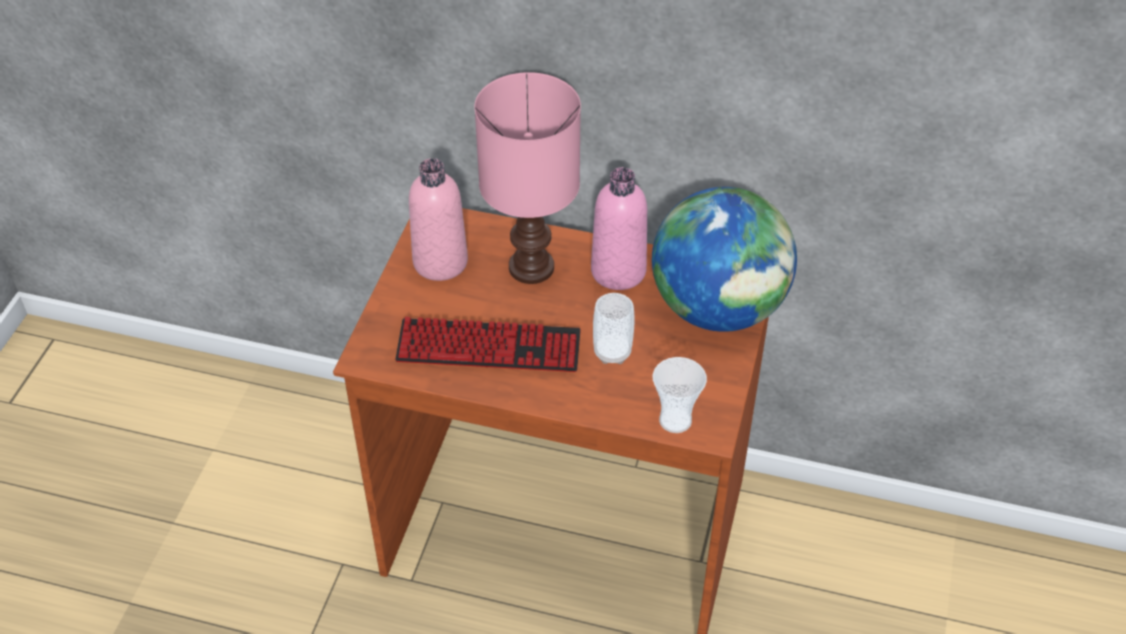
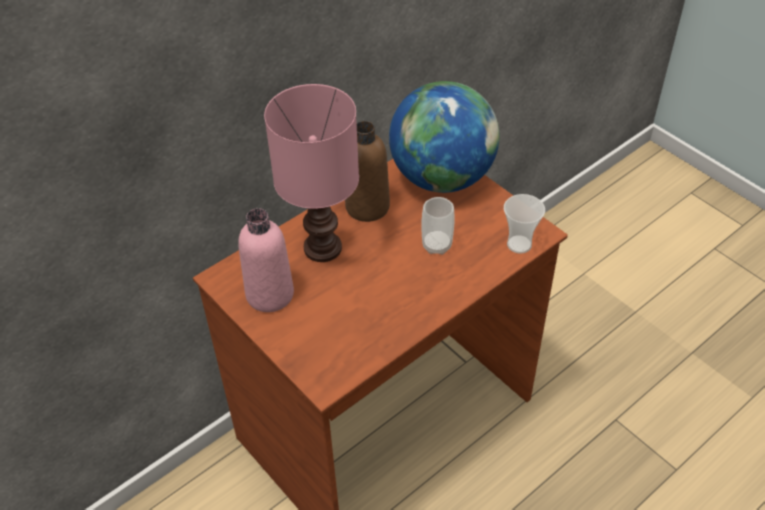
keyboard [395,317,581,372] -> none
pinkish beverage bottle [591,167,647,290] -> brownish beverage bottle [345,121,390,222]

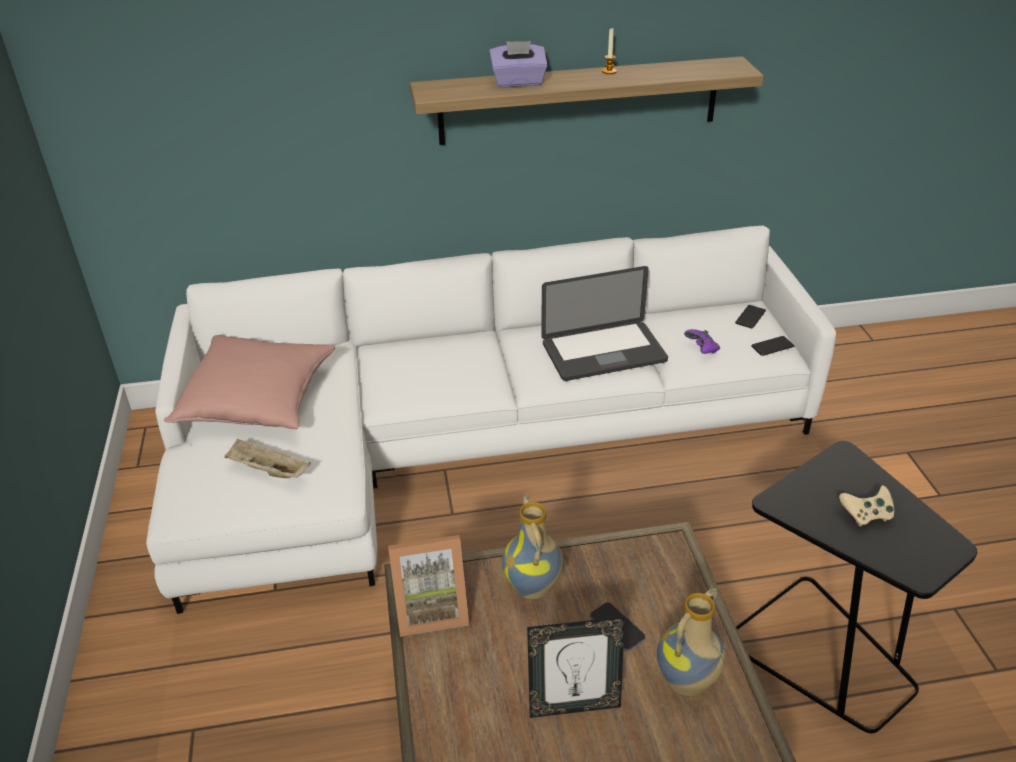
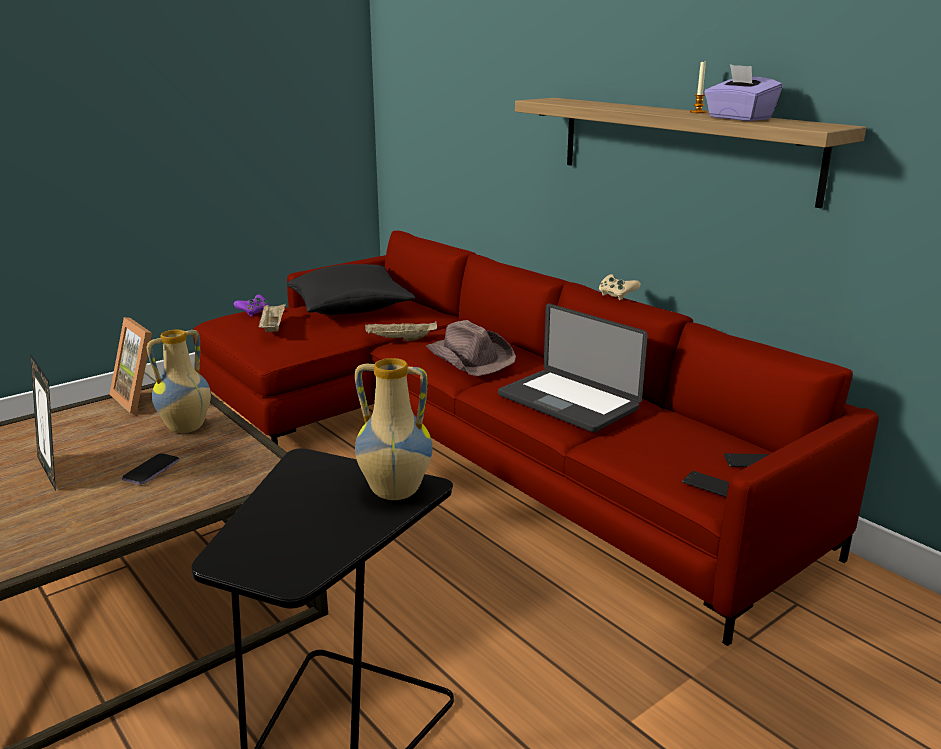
whitish settee [146,226,836,614] -> reddish settee [193,231,879,646]
pinkish cushion [164,335,335,429] -> black cushion [286,264,415,315]
purple tissue box [489,41,548,87] -> purple tissue box [705,64,782,121], relocated
vase [657,588,725,696] -> vase [355,358,432,500], relocated
purple joypad [684,329,720,354] -> purple joypad [234,295,269,317], relocated
beige joypad [839,485,894,526] -> beige joypad [599,274,641,300], relocated
none -> beige tray [365,322,437,341]
none -> brownish wearable hat [426,320,516,376]

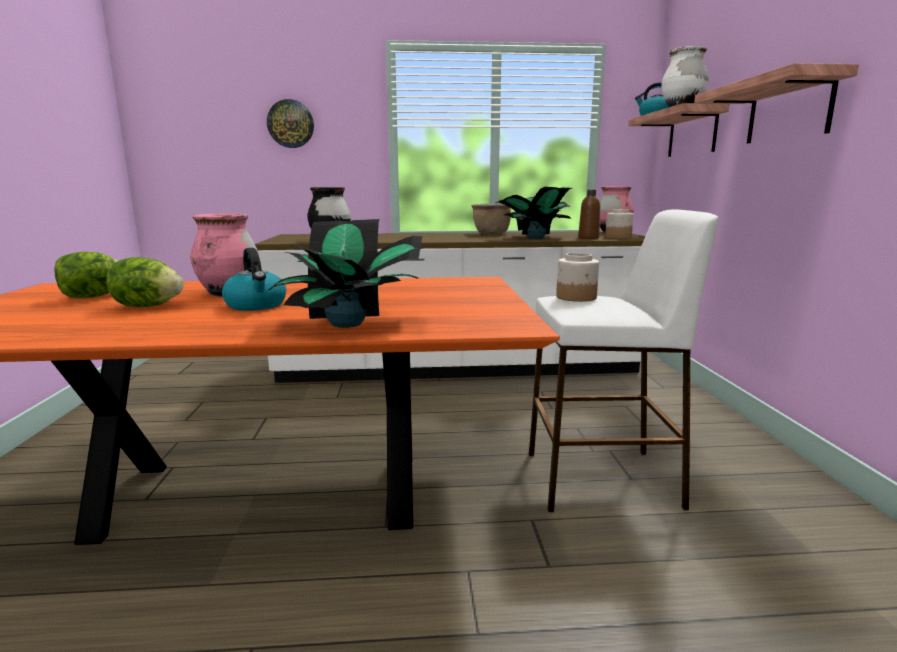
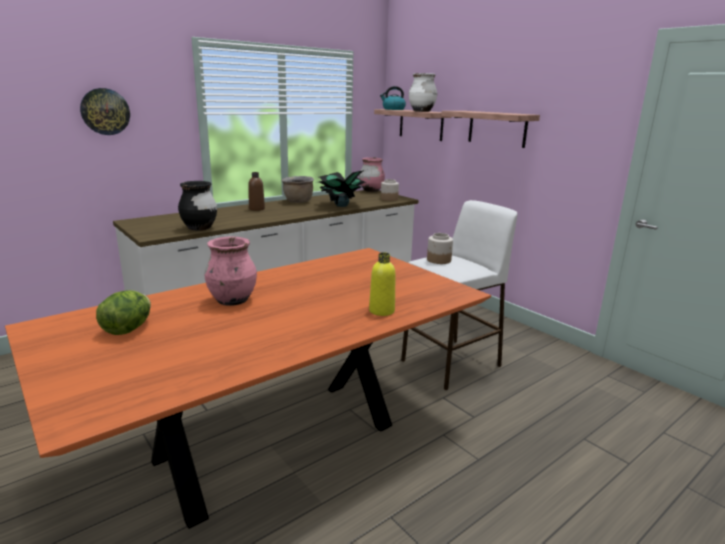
head of lettuce [106,257,184,307] -> none
tea kettle [222,248,286,311] -> none
plant in a pot [267,219,422,328] -> yellow-coloured beverage bottle [369,252,396,316]
brownish beverage bottle [578,190,600,239] -> brownish beverage bottle [248,172,265,211], relocated

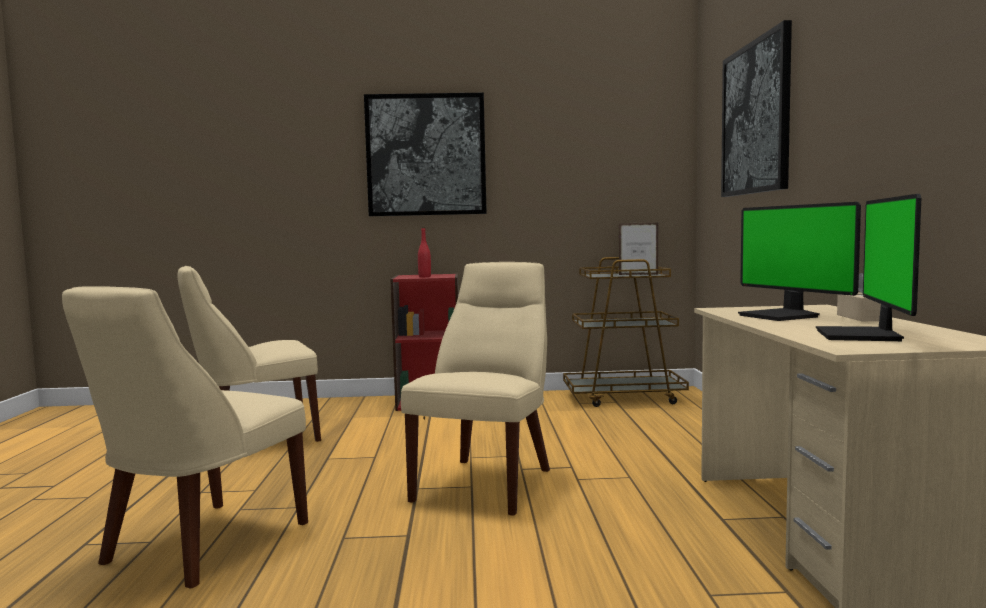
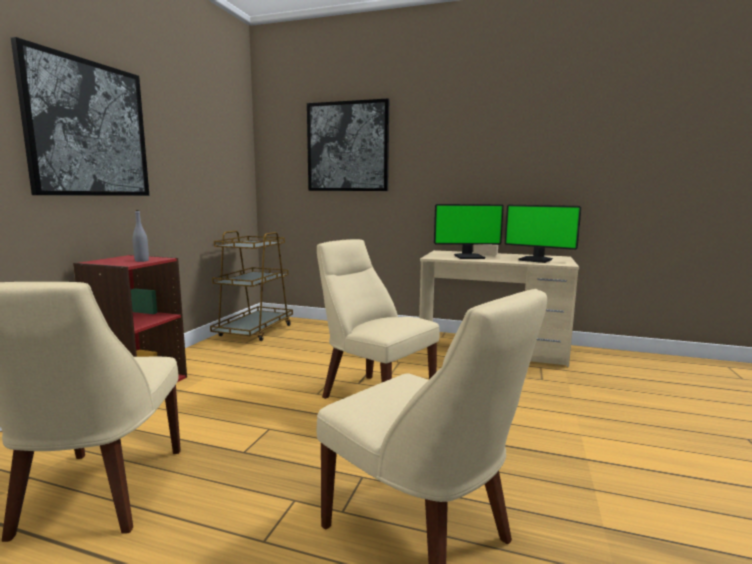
reddish beverage bottle [418,227,431,277] -> gray beverage bottle [132,210,149,262]
picture frame [619,222,658,275] -> none

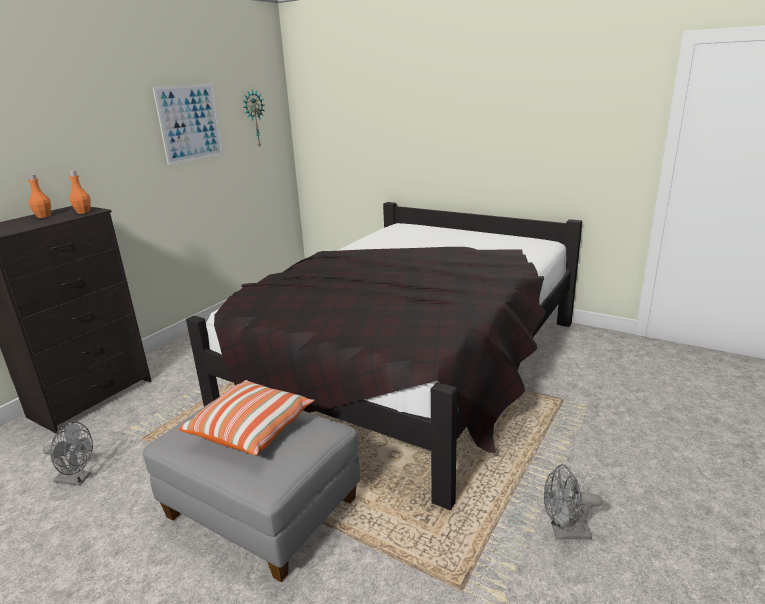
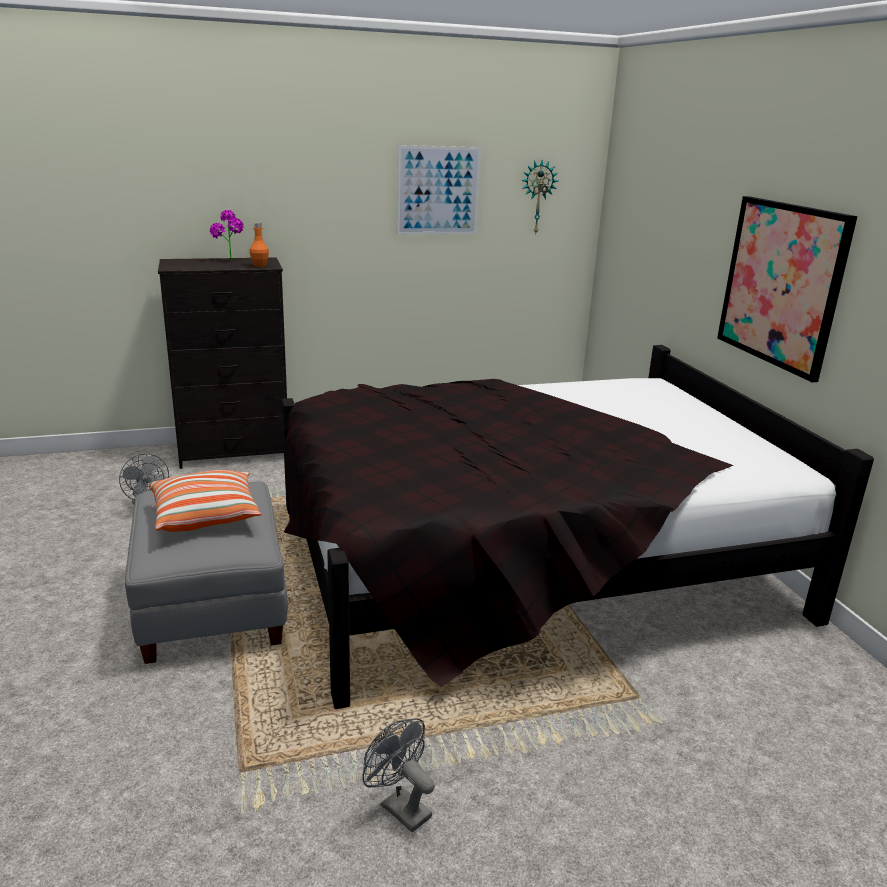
orange-coloured beverage bottle [28,174,51,218] -> plant in a pot [210,210,244,261]
none -> wall art [717,196,857,382]

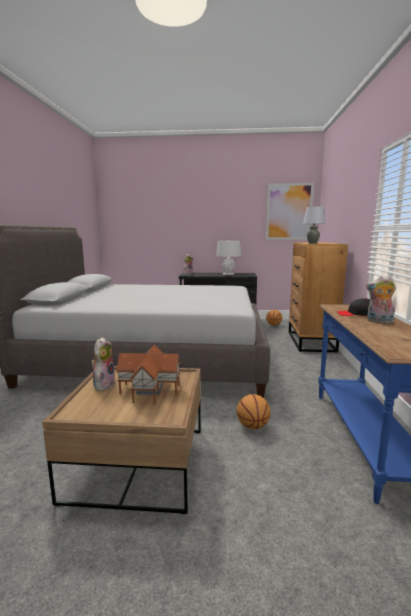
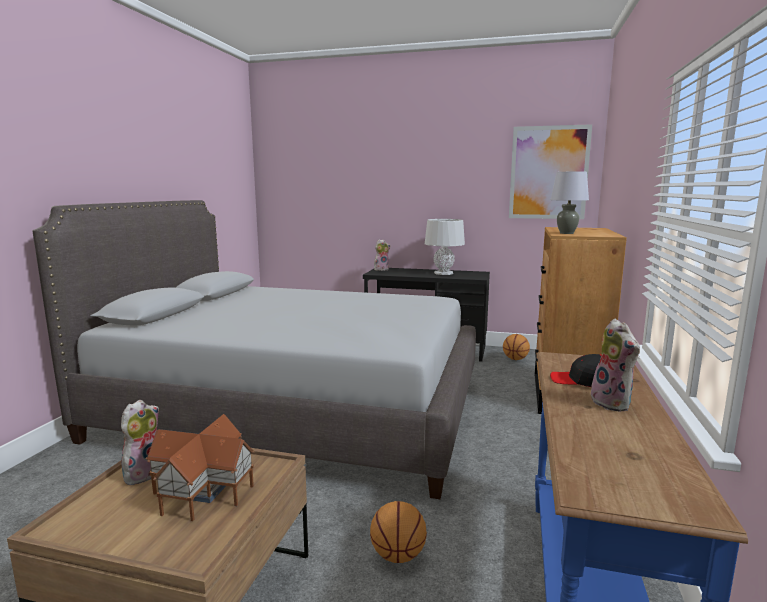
cuddly toy [366,275,396,324] -> cuddly toy [591,319,640,412], 135 degrees counterclockwise

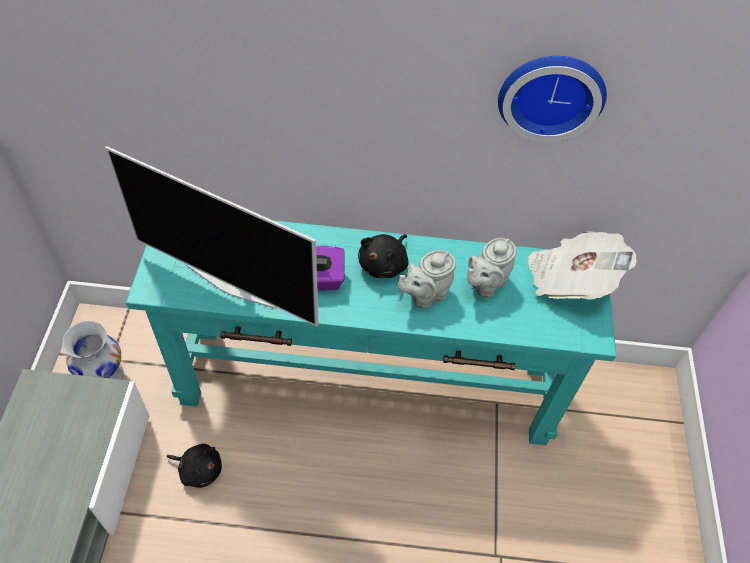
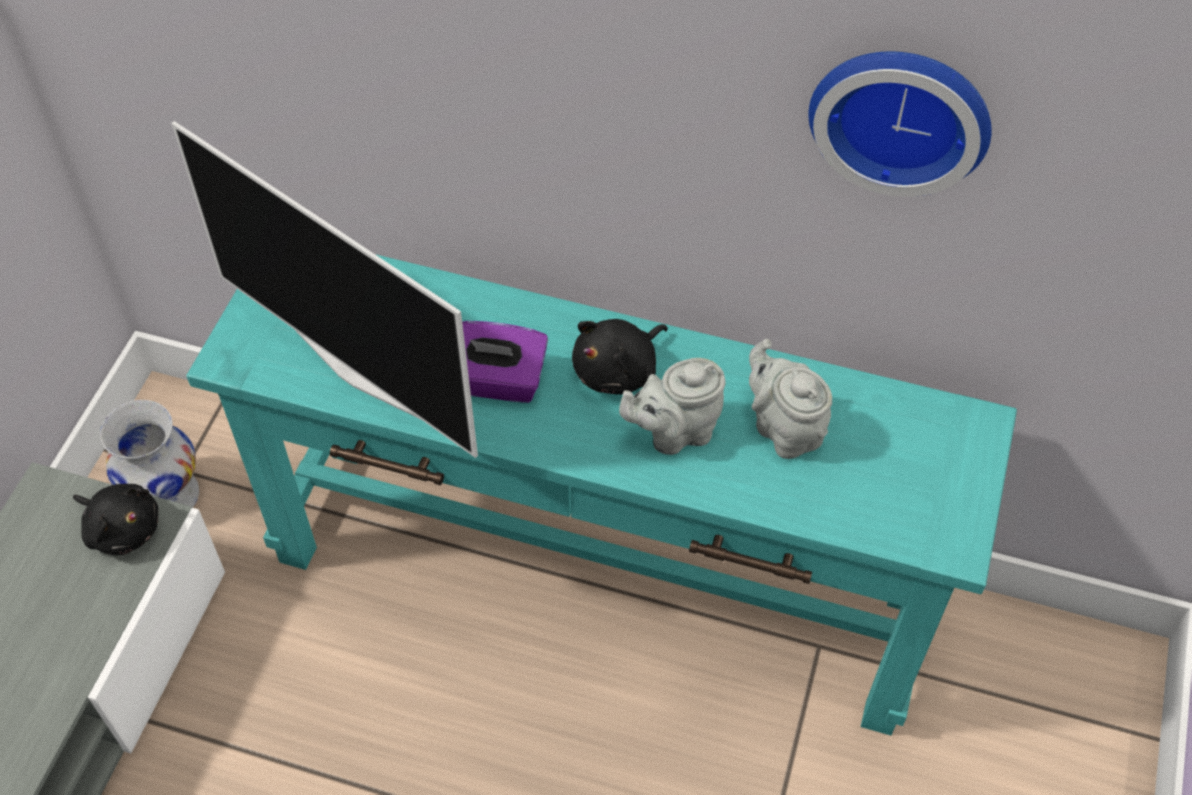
black cuddly toy [167,444,222,488] -> black cuddly toy [73,484,158,555], relocated
gray tea pot [467,238,517,298] -> gray tea pot [749,339,832,459], 90 degrees clockwise
newspaper [528,231,637,300] -> none

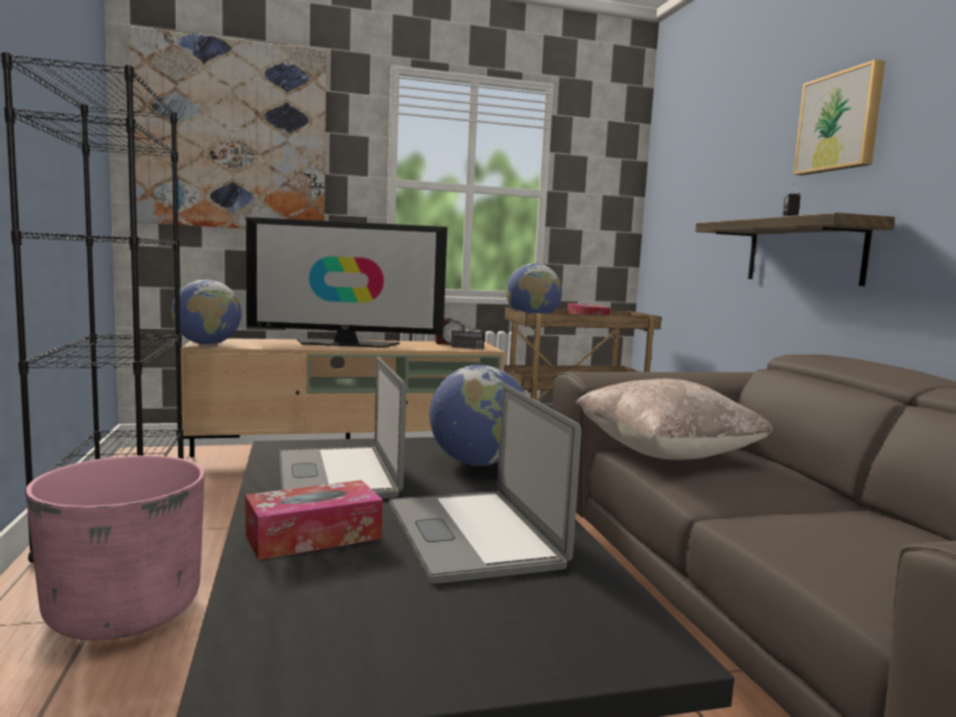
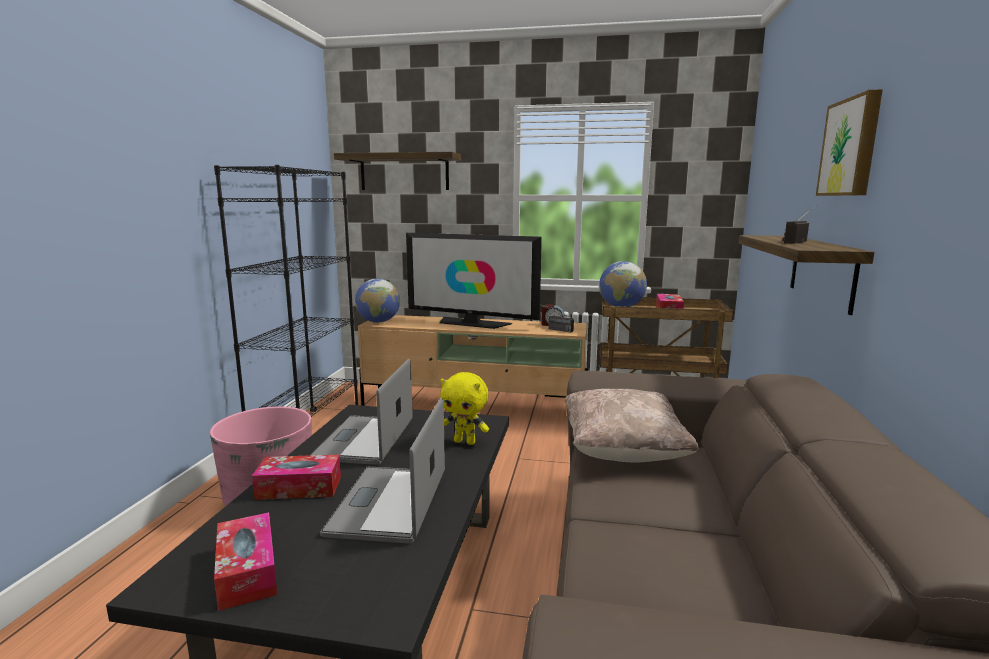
wall art [129,27,326,229] -> wall shelf [334,152,461,190]
globe [430,365,525,466] -> yellow-coloured cuddly toy [440,372,489,445]
none -> tissue box [214,512,277,611]

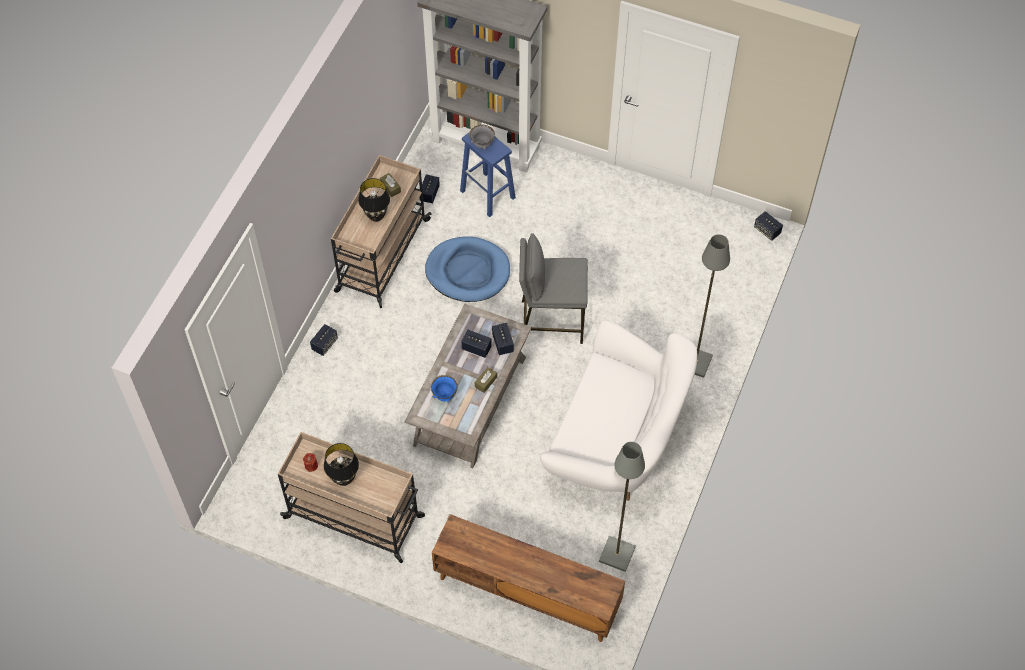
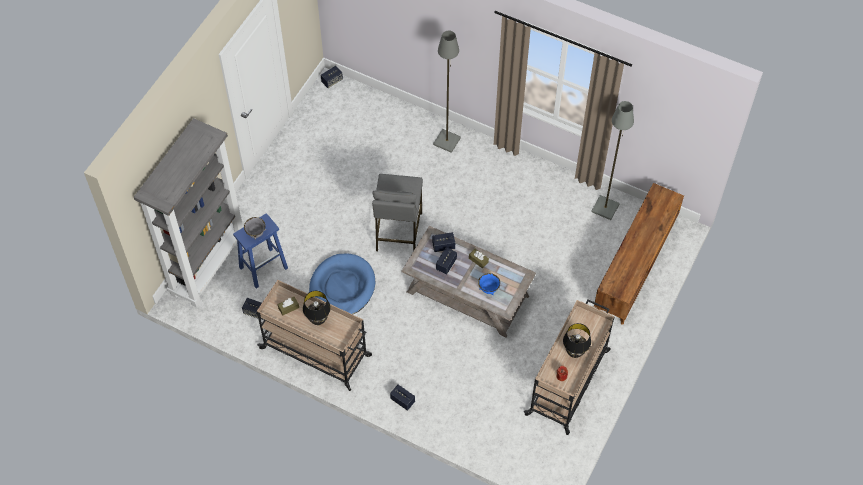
whitish settee [540,320,698,501] -> none

